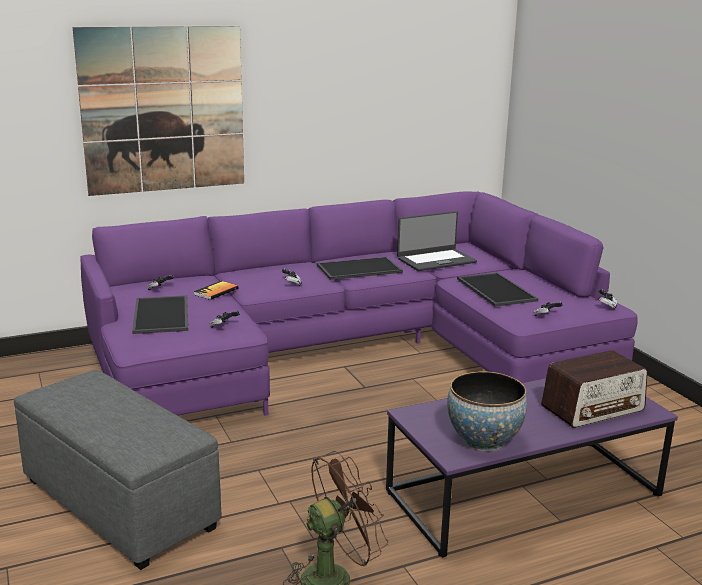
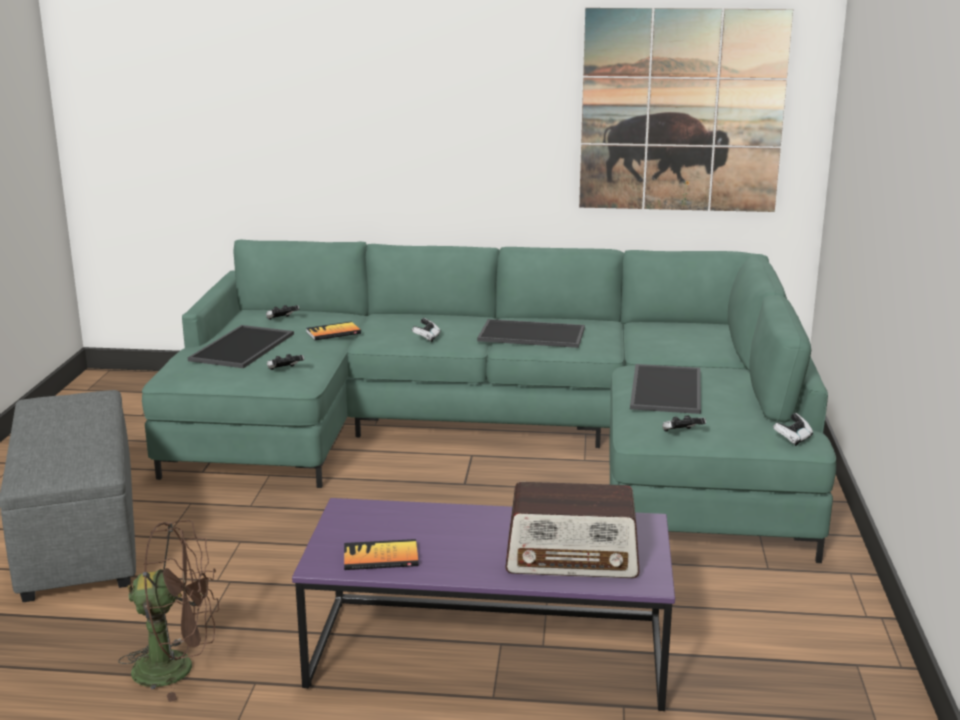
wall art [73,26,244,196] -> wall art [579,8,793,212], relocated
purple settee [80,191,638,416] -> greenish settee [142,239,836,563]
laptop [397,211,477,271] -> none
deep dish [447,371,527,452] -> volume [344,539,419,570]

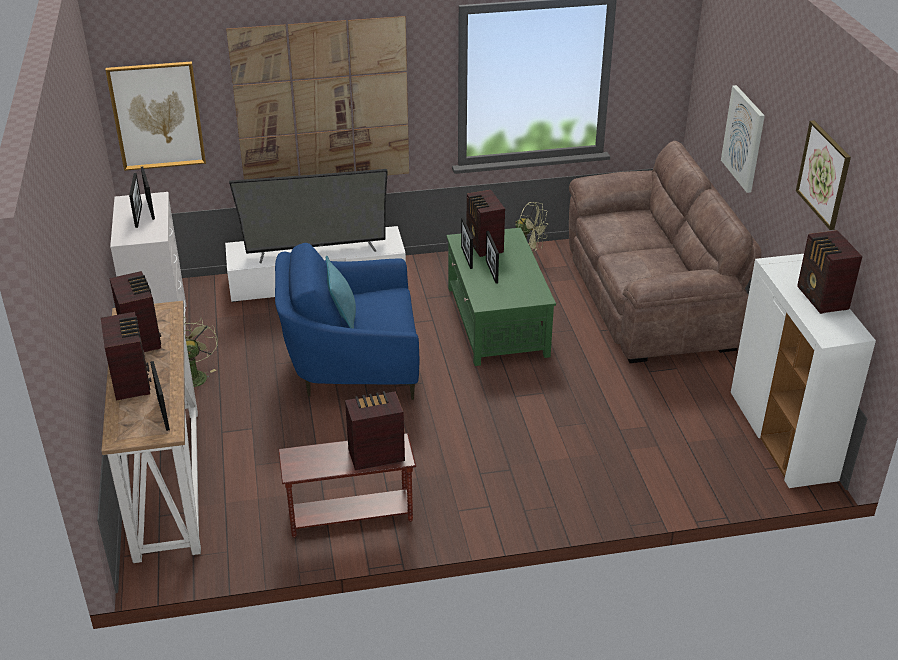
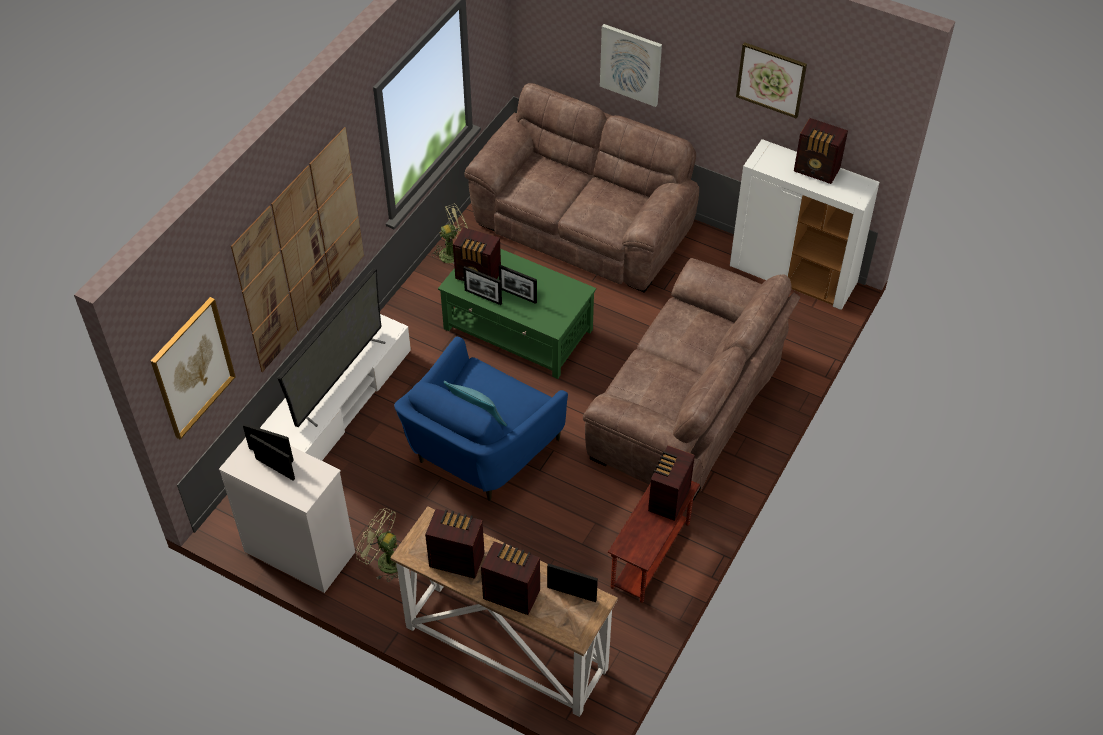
none -> brownish settee [583,258,800,501]

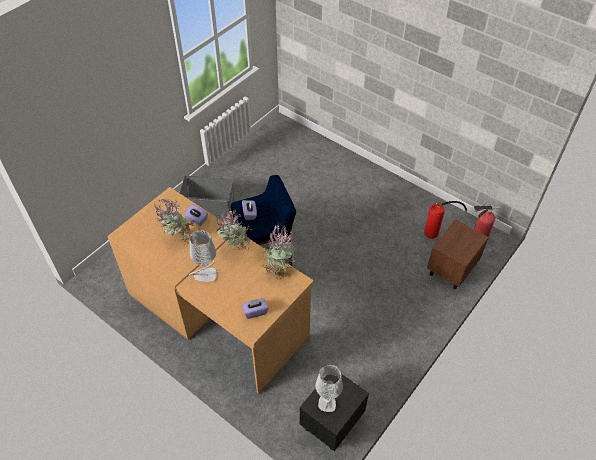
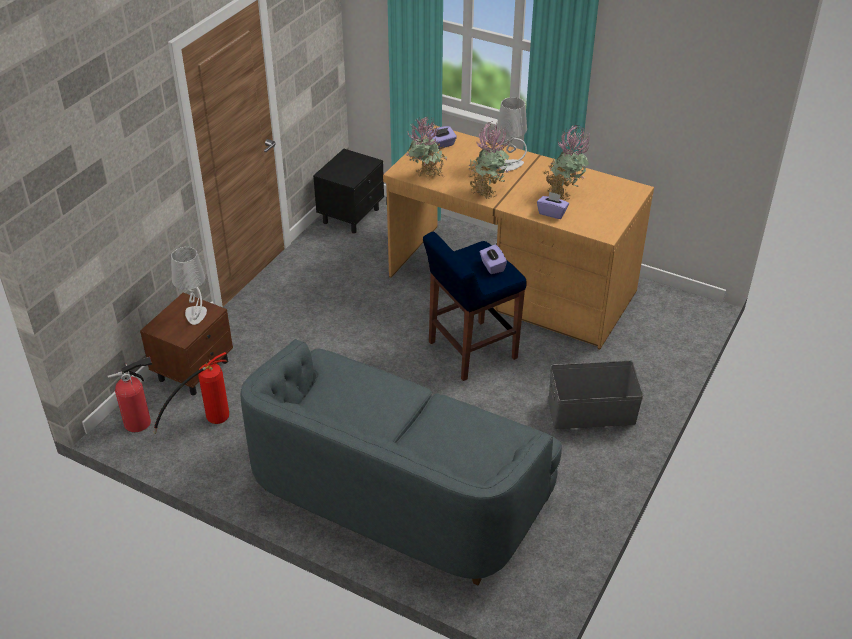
gray table lamp [316,365,343,412] -> gray table lamp [171,247,207,325], relocated
none -> gray settee [240,339,562,585]

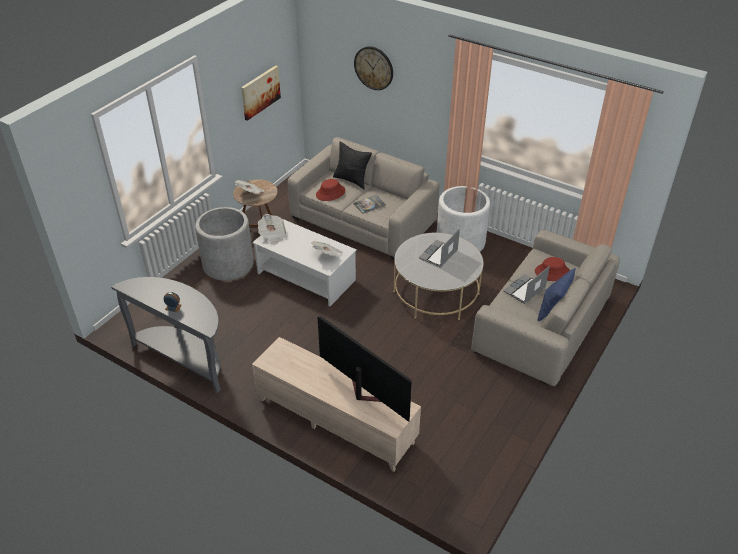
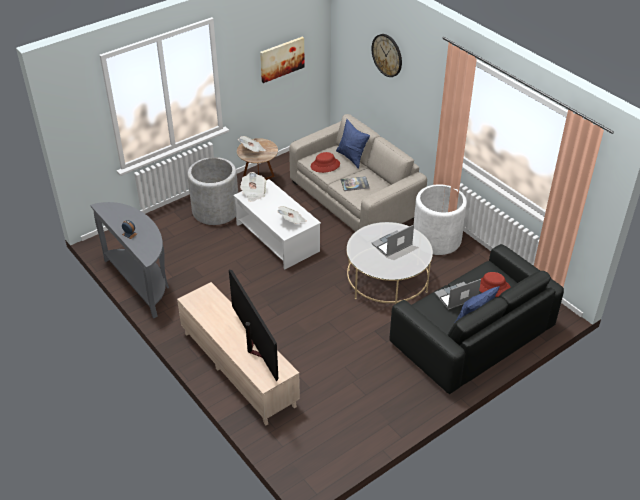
black cushion [333,141,372,189] -> blue cushion [336,119,370,169]
beige settee [471,230,620,387] -> black settee [389,244,564,394]

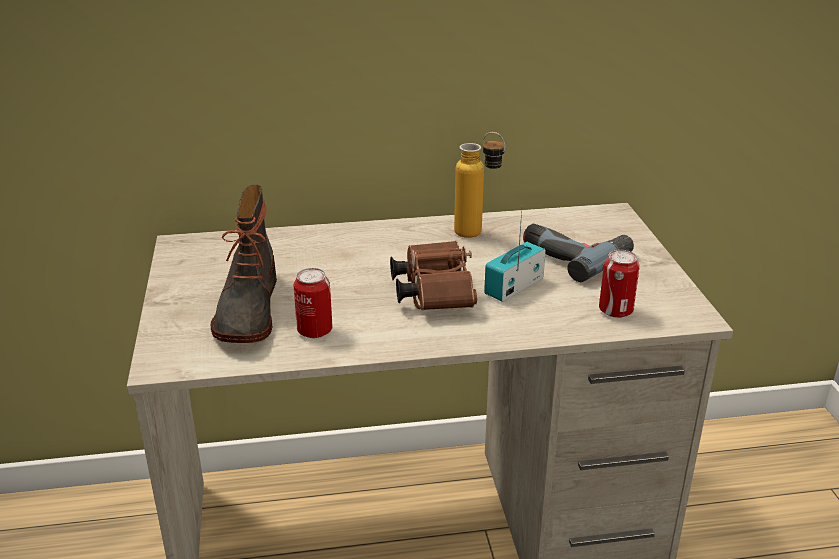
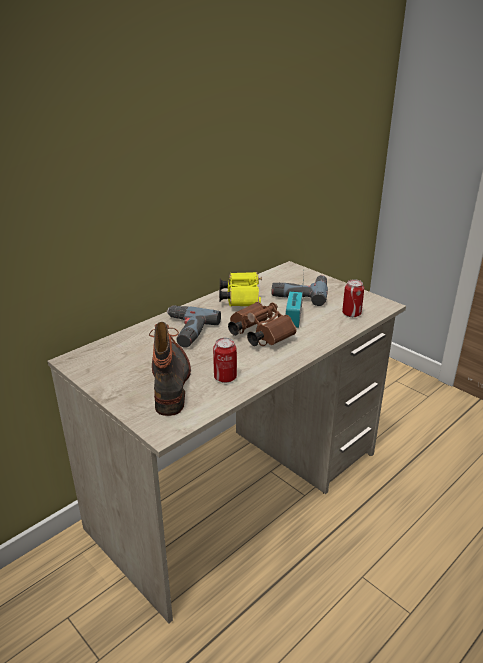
boot [211,185,277,343] -> boot [149,322,191,416], 150 degrees counterclockwise
beverage bottle [454,132,505,238] -> yellow-coloured pair of binoculars [219,272,262,306]
none -> power drill [167,305,221,348]

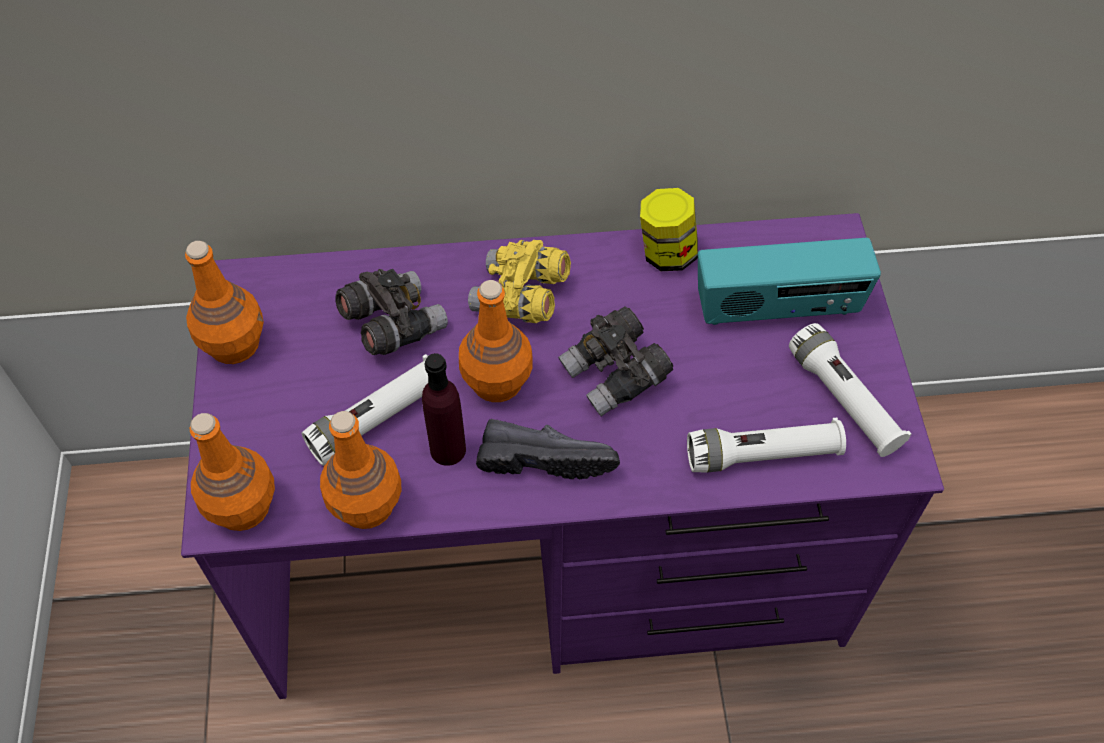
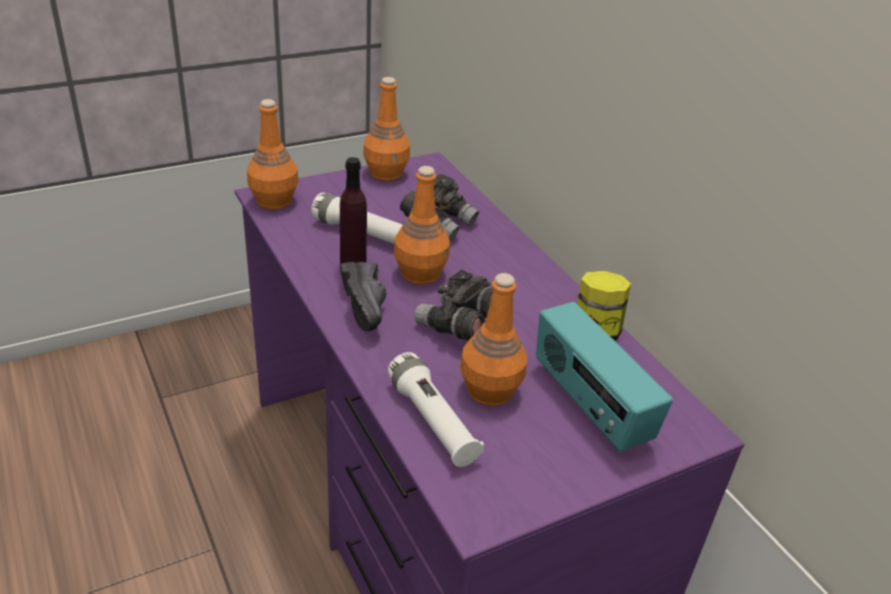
orange-coloured beverage bottle [320,411,401,529] -> orange-coloured beverage bottle [460,273,527,406], relocated
yellow-coloured pair of binoculars [468,240,571,323] -> none
whitish hand torch [789,323,911,457] -> none

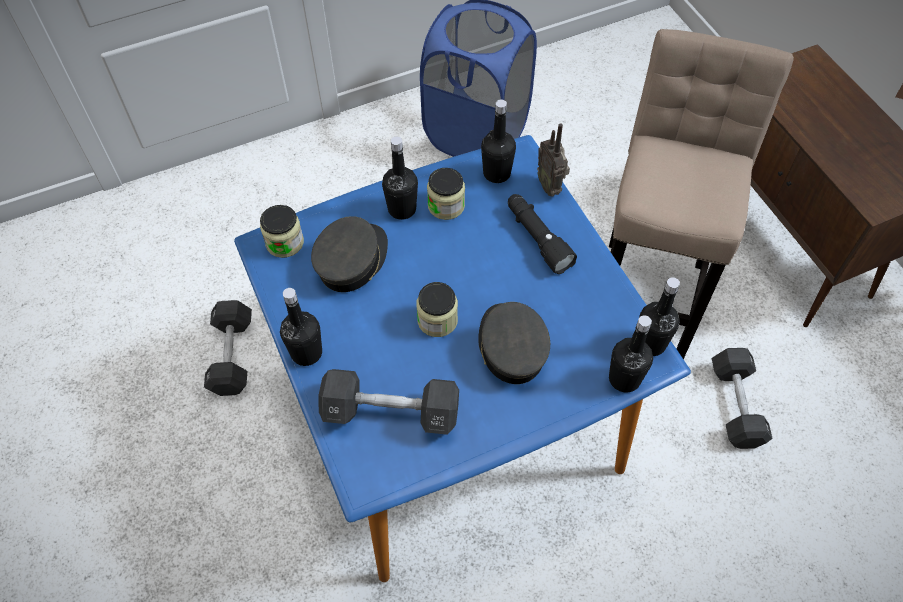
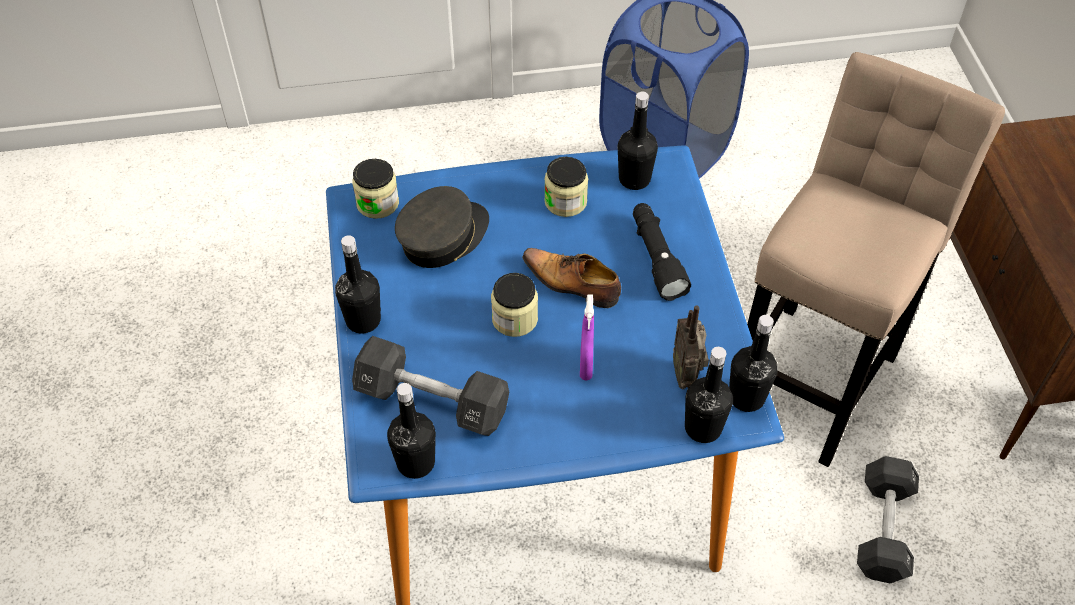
black free weight [204,300,252,396] -> none
black beverage bottle [382,137,418,220] -> black beverage bottle [387,383,436,479], relocated
gray cap [478,302,550,384] -> purple sprayer [580,294,594,381]
radio receiver [537,124,570,197] -> radio receiver [673,306,709,389], relocated
none -> item of footwear [522,248,621,308]

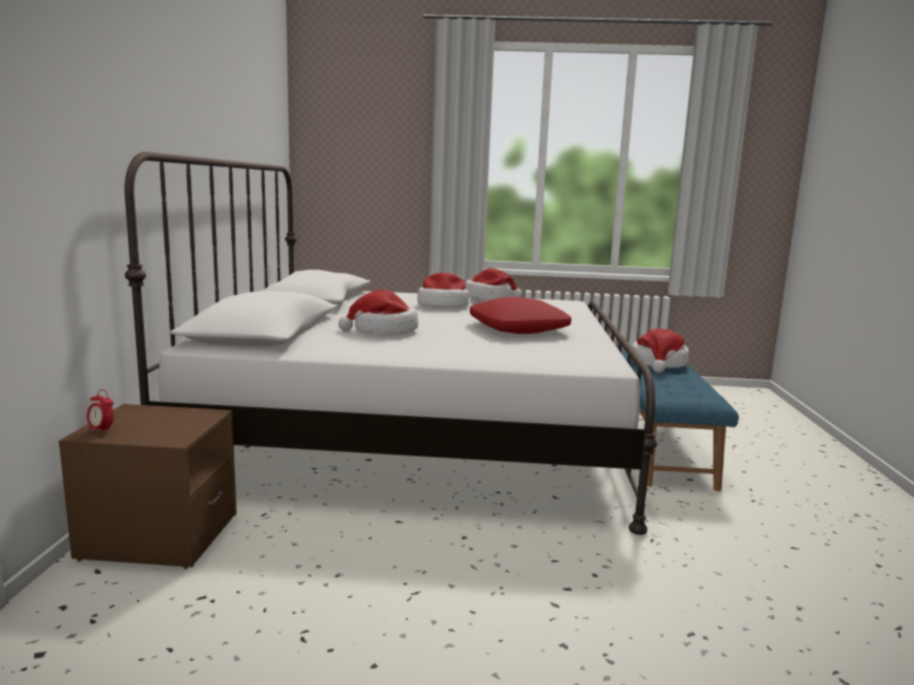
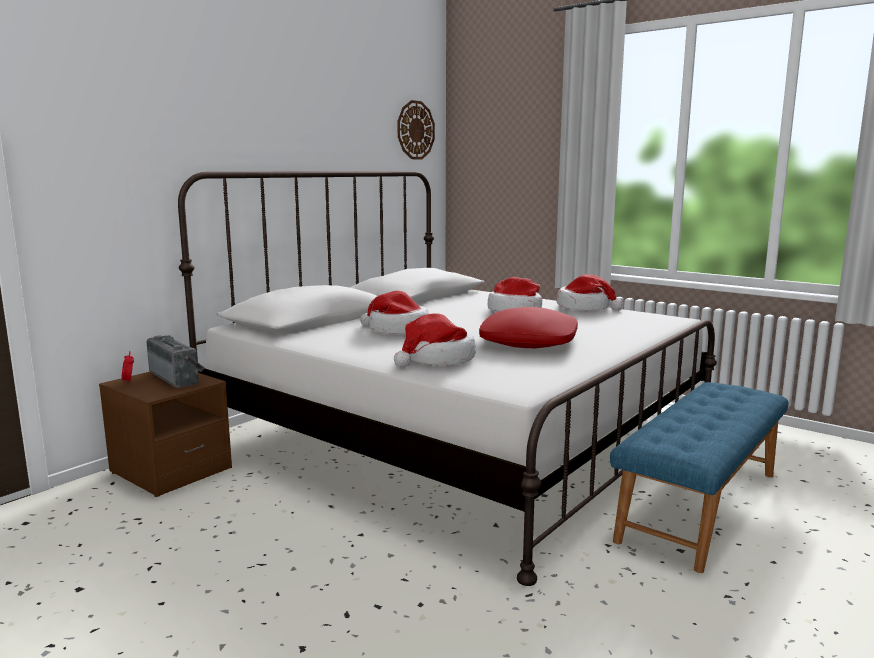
wearable hat [632,328,689,373] -> wearable hat [394,314,476,367], relocated
none -> radio receiver [146,335,205,388]
none -> wall clock [397,100,435,160]

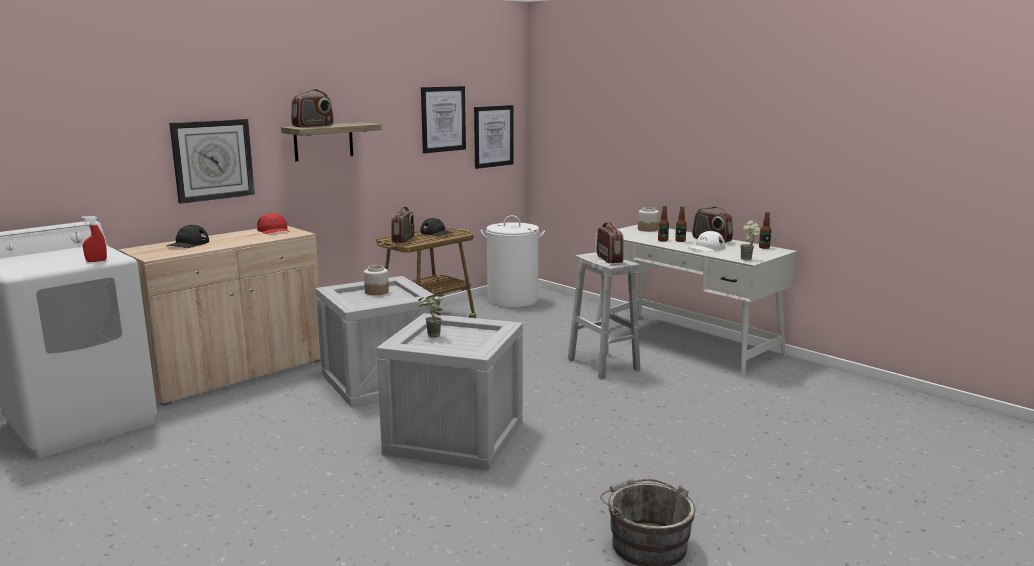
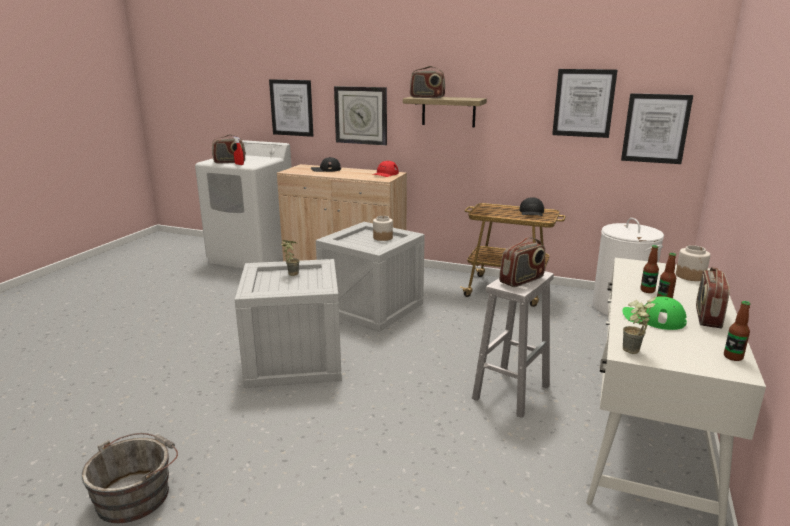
radio receiver [391,206,415,243] -> radio receiver [212,135,246,164], relocated
whitish cap [688,231,725,252] -> greenish cap [622,296,687,330]
none -> wall art [269,79,313,137]

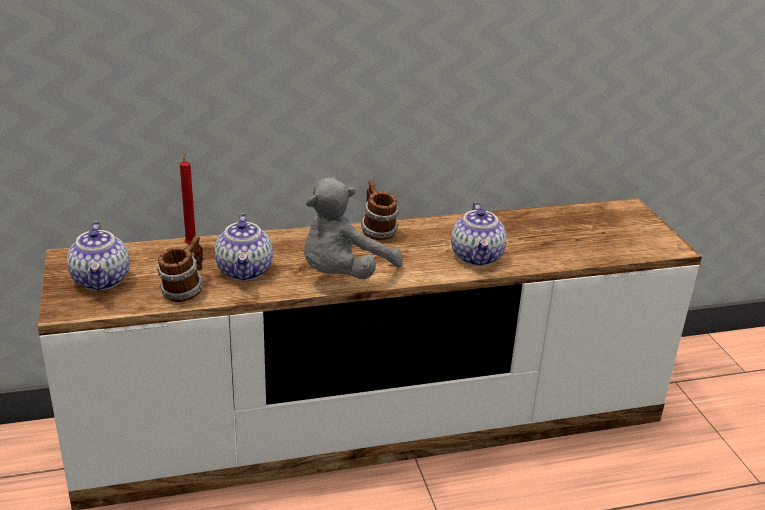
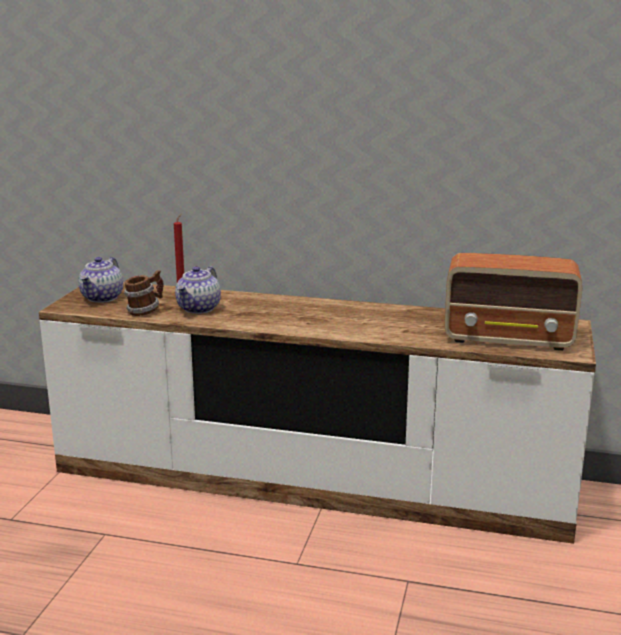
gray cuddly toy [304,178,402,279] -> none
tea mug [361,181,399,240] -> none
tea pot [451,202,507,266] -> none
none -> radio receiver [444,253,582,351]

